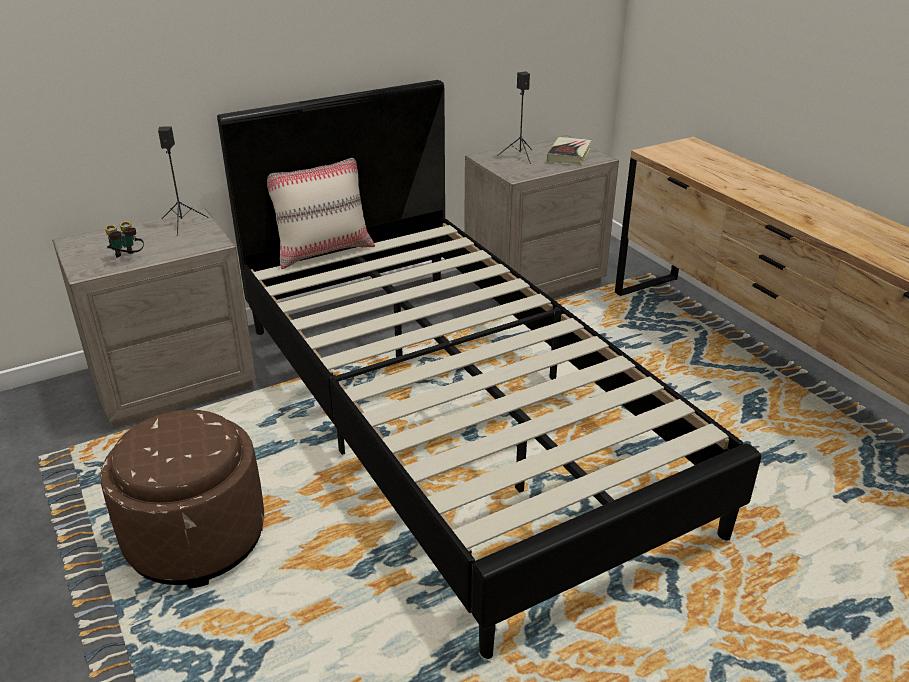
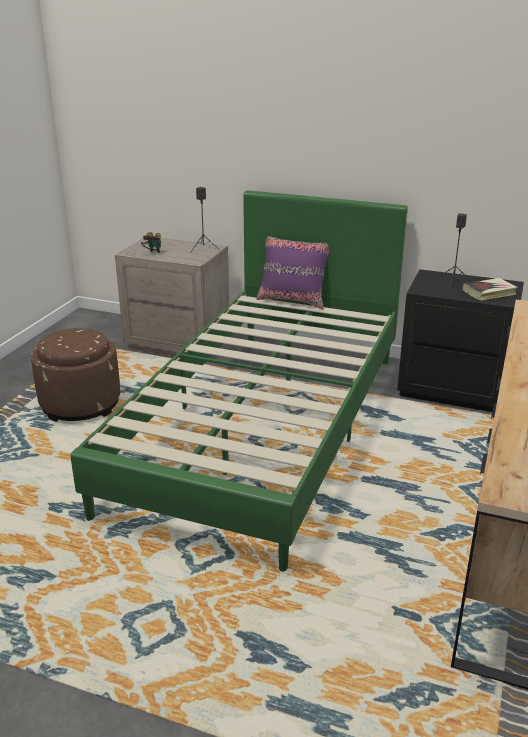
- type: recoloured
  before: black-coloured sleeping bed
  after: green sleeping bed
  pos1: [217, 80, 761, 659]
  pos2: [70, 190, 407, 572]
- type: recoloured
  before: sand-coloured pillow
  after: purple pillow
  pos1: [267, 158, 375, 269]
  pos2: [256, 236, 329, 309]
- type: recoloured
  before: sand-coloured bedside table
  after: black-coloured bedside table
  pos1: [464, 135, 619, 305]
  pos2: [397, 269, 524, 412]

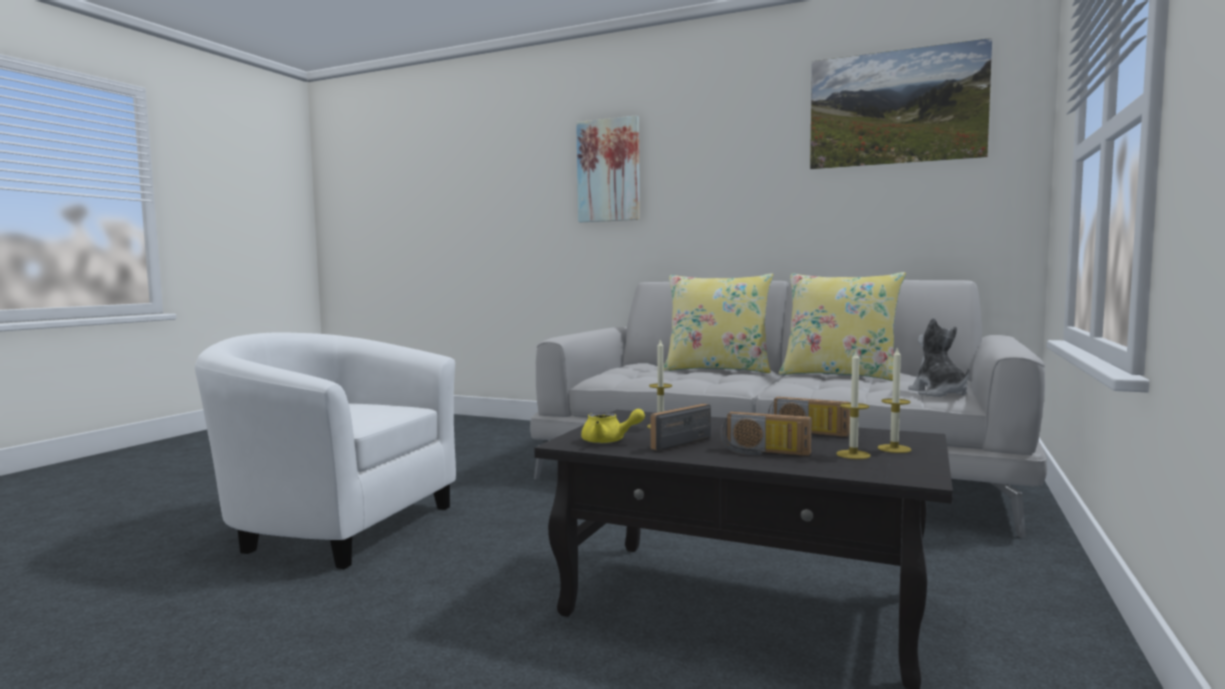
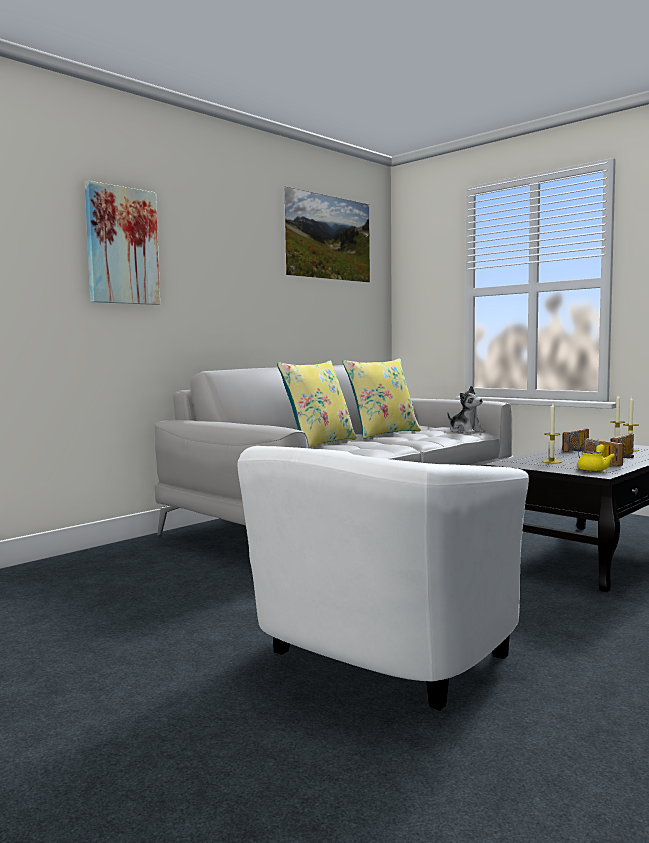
- type: turned
  before: soft toy
  pos1: [908, 318, 970, 397]
  pos2: [447, 386, 485, 434]
  turn: -135

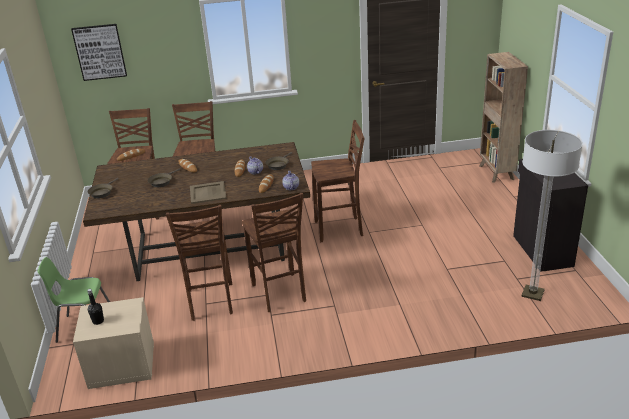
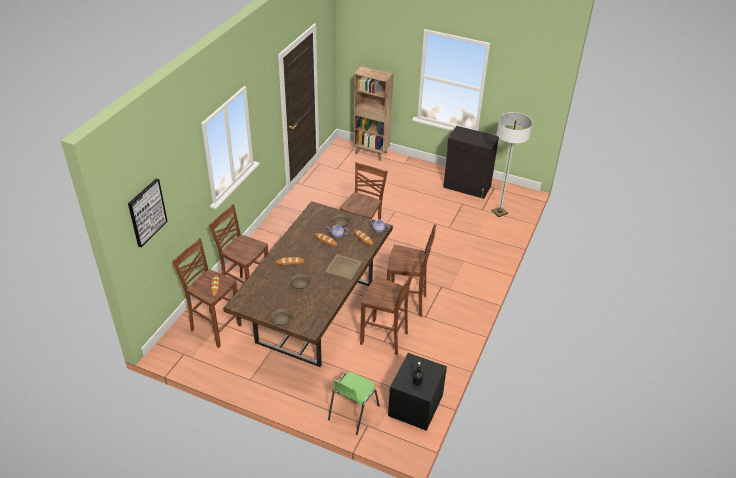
- type: recoloured
  before: sand-coloured bedside table
  after: black-coloured bedside table
  pos1: [73, 297, 154, 389]
  pos2: [388, 353, 447, 431]

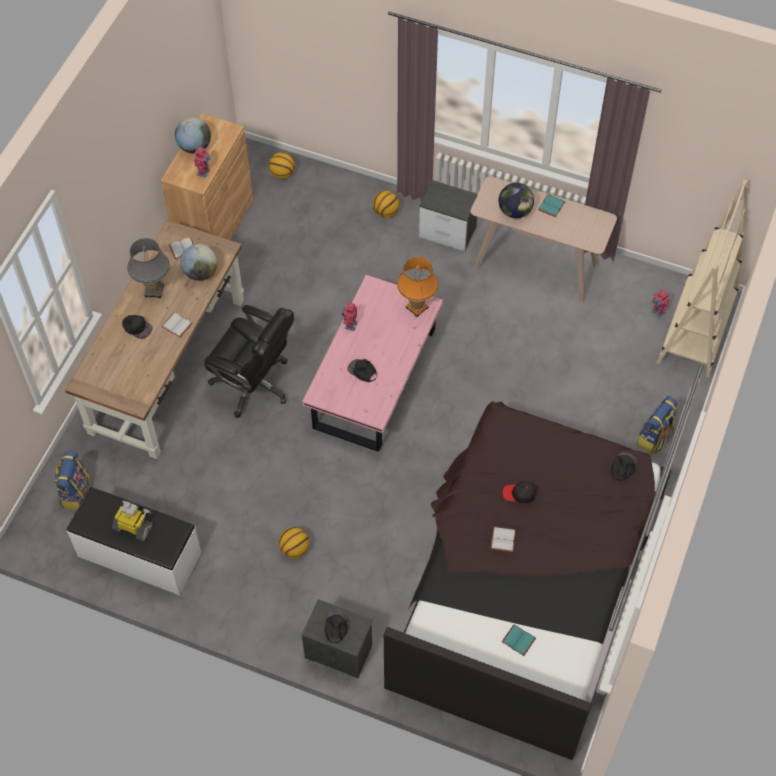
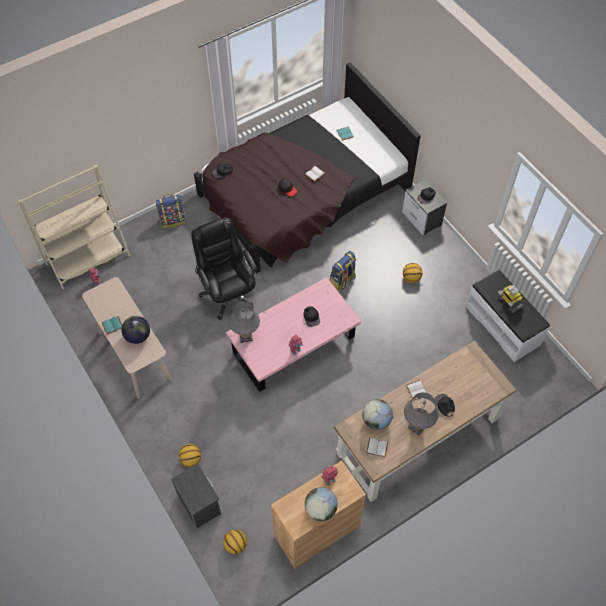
- type: moved
  before: bedside table
  pos1: [419, 180, 478, 251]
  pos2: [171, 463, 223, 528]
- type: moved
  before: black-coloured desk chair
  pos1: [204, 305, 294, 418]
  pos2: [191, 217, 257, 320]
- type: recoloured
  before: orange table lamp
  after: gray table lamp
  pos1: [397, 257, 438, 317]
  pos2: [229, 302, 260, 343]
- type: moved
  before: rucksack
  pos1: [55, 451, 91, 510]
  pos2: [330, 251, 356, 291]

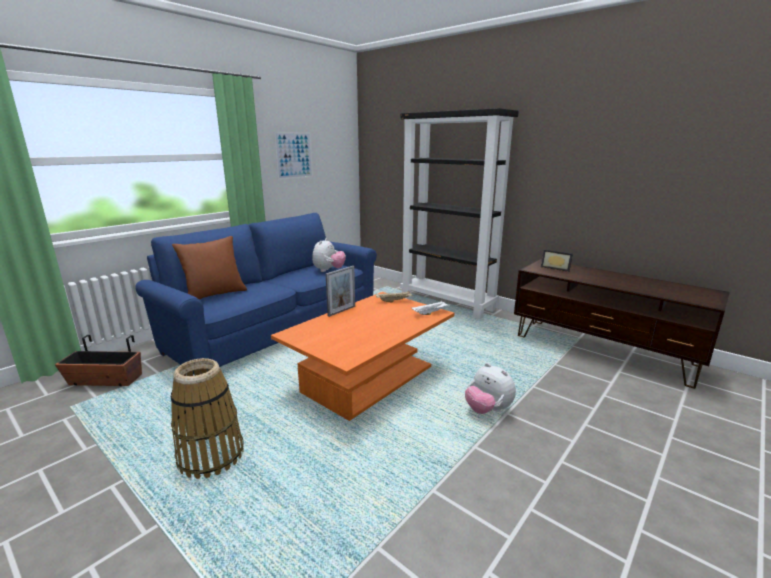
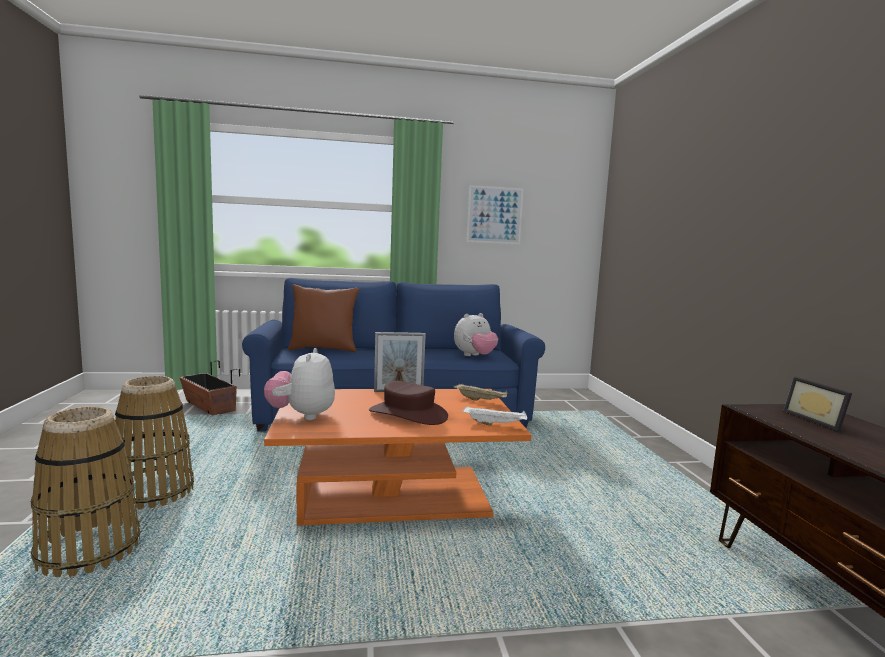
- type: added
  after: storage basket
  pos2: [31, 407, 140, 577]
- type: moved
  before: soft toy
  pos1: [465, 363, 516, 414]
  pos2: [264, 348, 335, 420]
- type: added
  after: brown clothing hat
  pos2: [369, 381, 448, 425]
- type: removed
  before: black-coloured bookshelf
  pos1: [400, 108, 519, 319]

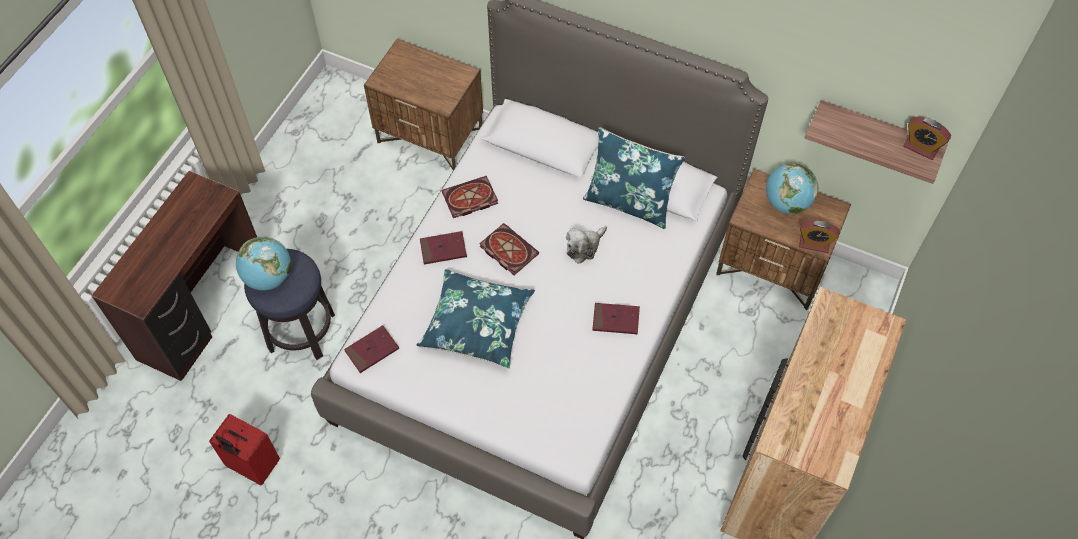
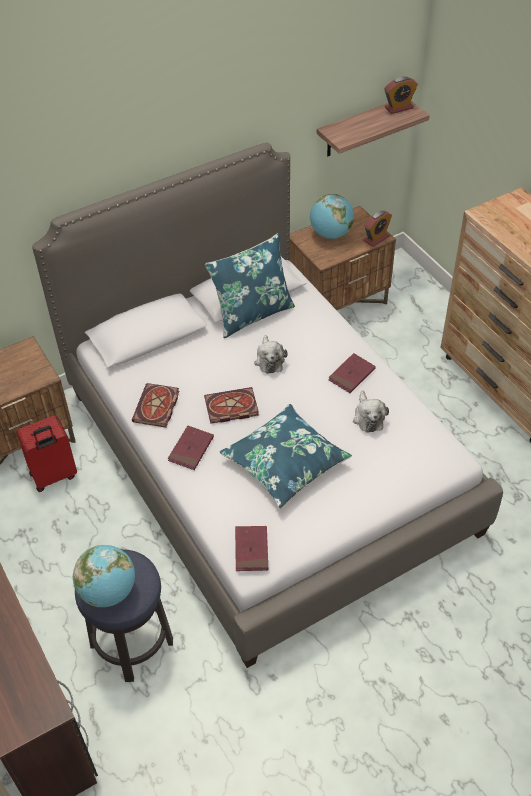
- type: moved
  before: red travel case
  pos1: [209, 414, 280, 486]
  pos2: [16, 415, 77, 492]
- type: added
  after: soft toy
  pos2: [353, 391, 389, 433]

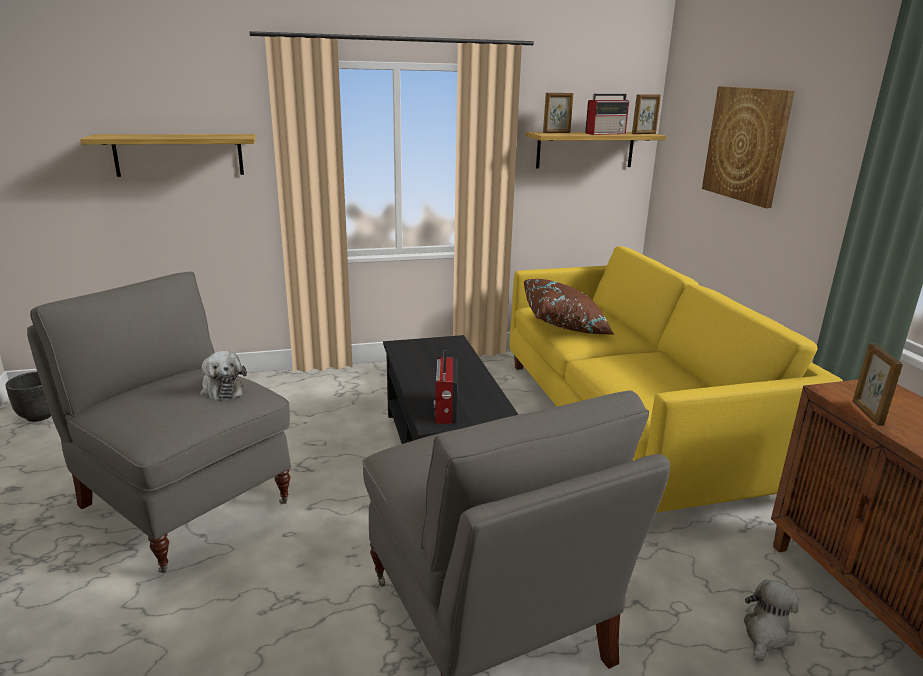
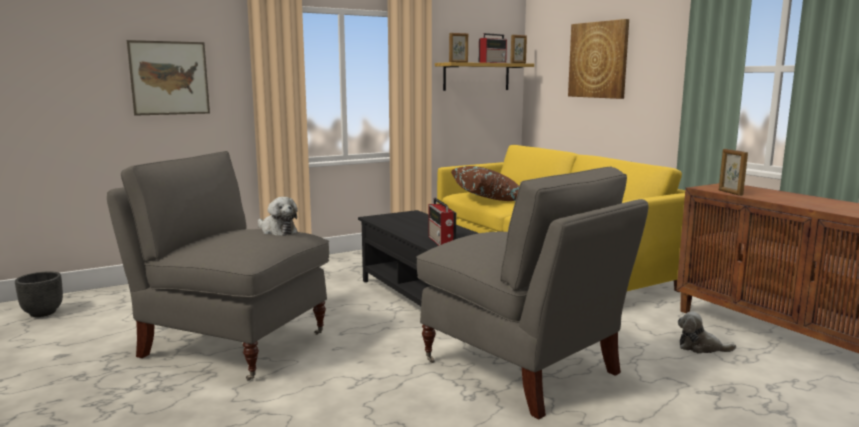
- type: replaced
  before: bracket shelf
  after: wall art
  pos1: [80, 134, 256, 177]
  pos2: [127, 40, 210, 116]
- type: turned
  before: soft toy
  pos1: [744, 579, 799, 661]
  pos2: [678, 311, 736, 353]
  turn: -90

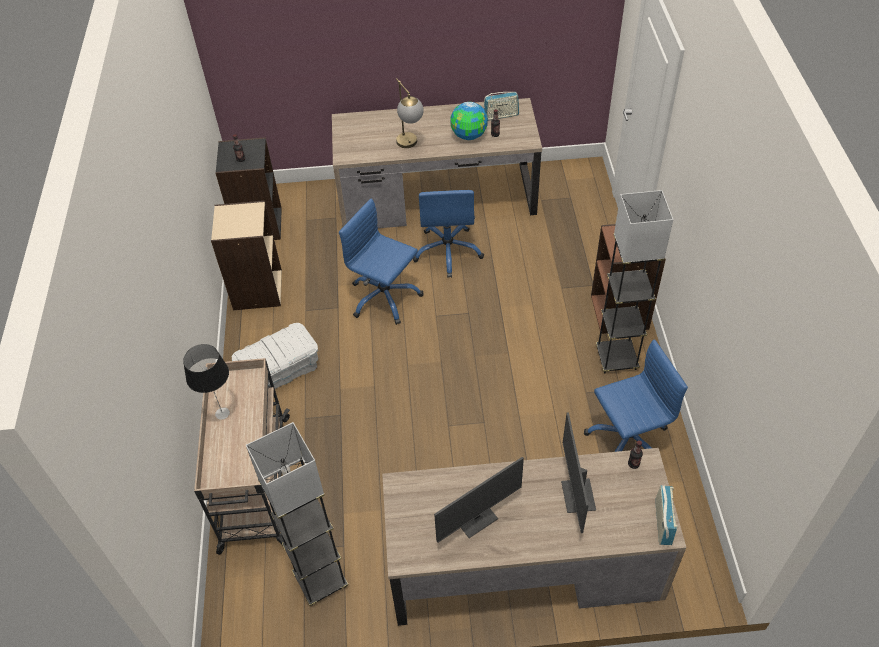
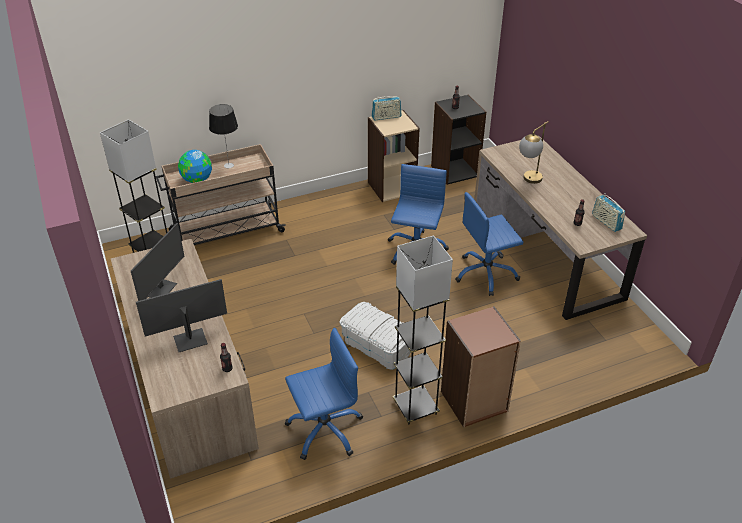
- type: turned
  before: computer display
  pos1: [434, 457, 524, 543]
  pos2: [131, 223, 184, 301]
  turn: -105
- type: moved
  before: globe
  pos1: [450, 102, 488, 140]
  pos2: [178, 150, 212, 183]
- type: turned
  before: bluish desk chair
  pos1: [584, 339, 688, 452]
  pos2: [285, 328, 363, 460]
  turn: -75
- type: moved
  before: whitish storage container
  pos1: [232, 323, 318, 389]
  pos2: [339, 302, 410, 370]
- type: moved
  before: radio set
  pos1: [655, 485, 678, 545]
  pos2: [371, 96, 401, 120]

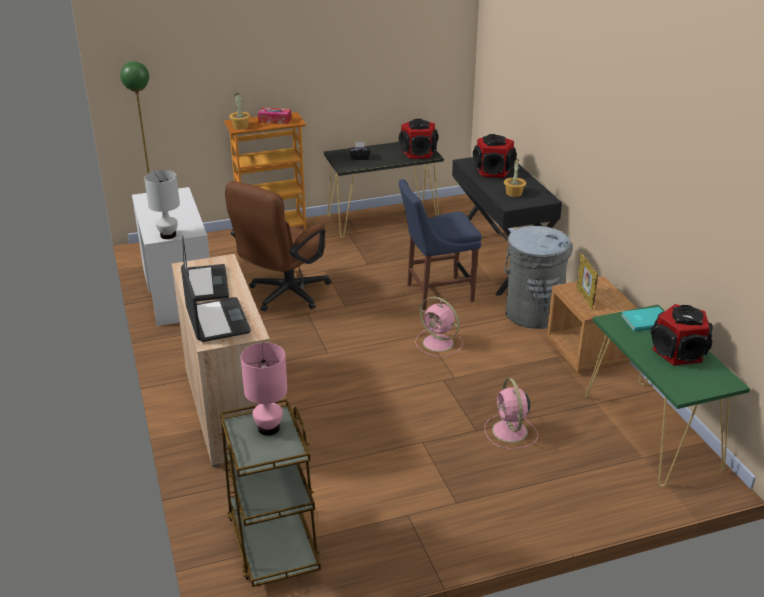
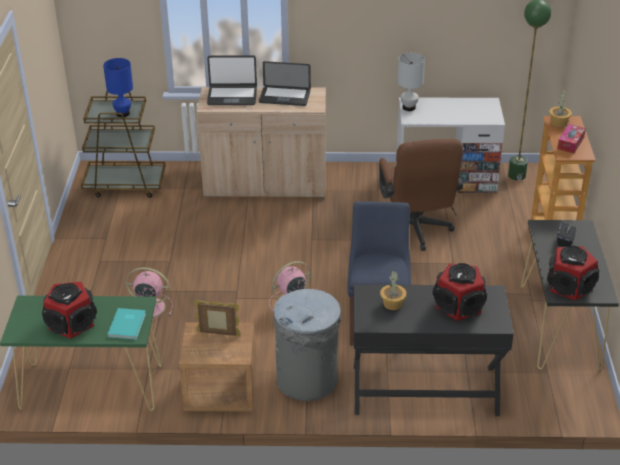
- type: recoloured
  before: pink-coloured table lamp
  after: bluish table lamp
  pos1: [241, 343, 287, 436]
  pos2: [103, 58, 133, 117]
- type: turned
  before: brown desk chair
  pos1: [225, 181, 331, 311]
  pos2: [379, 139, 463, 251]
  turn: -150

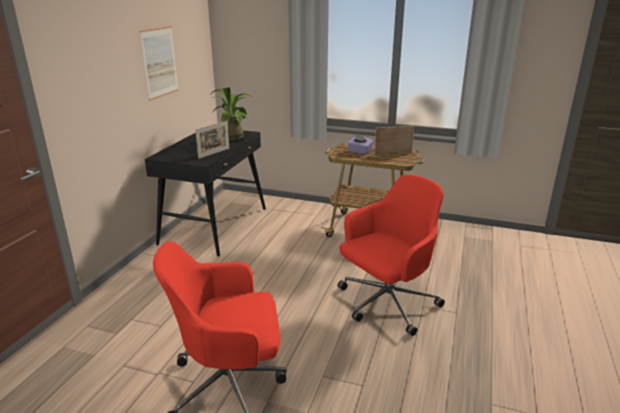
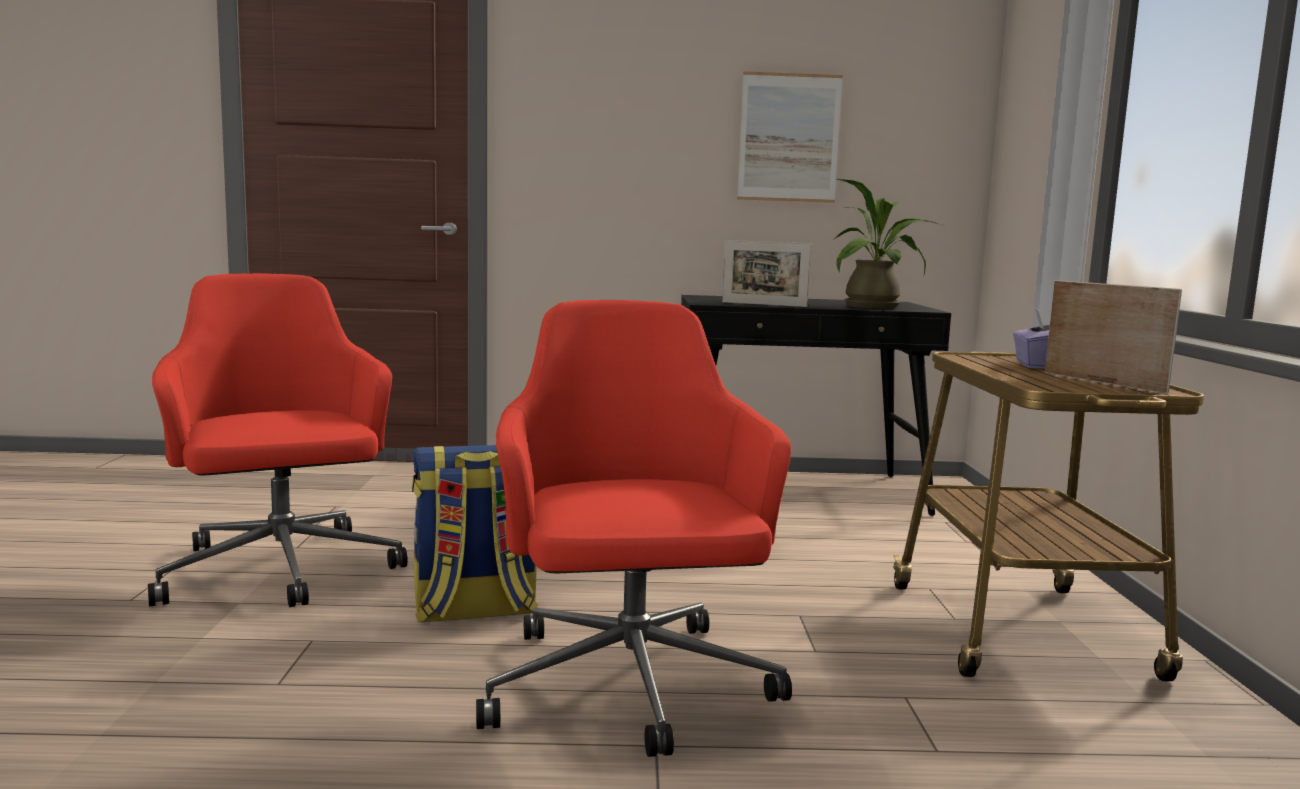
- type: added
  after: rucksack
  pos2: [412, 445, 538, 623]
- type: turned
  before: red desk chair
  pos1: [338, 174, 445, 336]
  pos2: [476, 300, 792, 757]
  turn: -135

